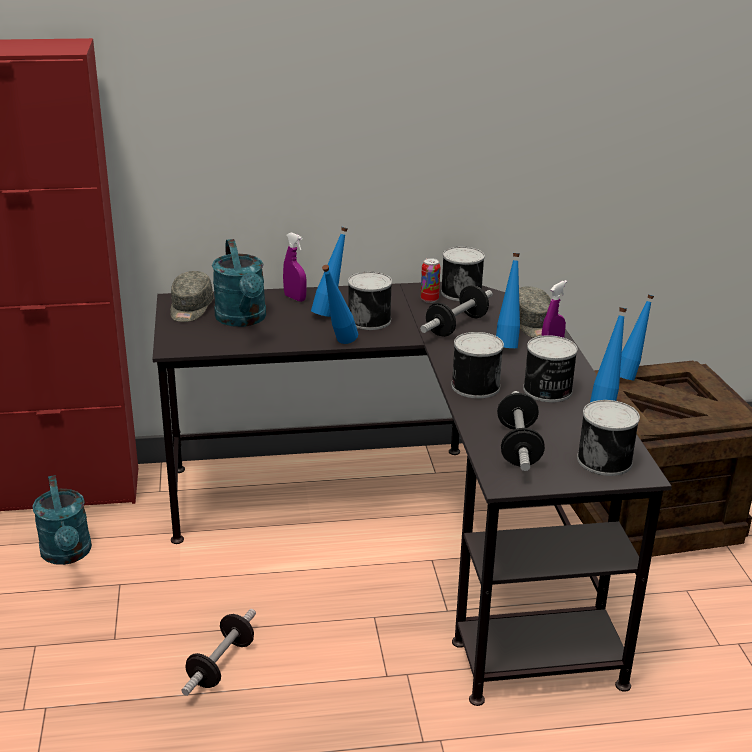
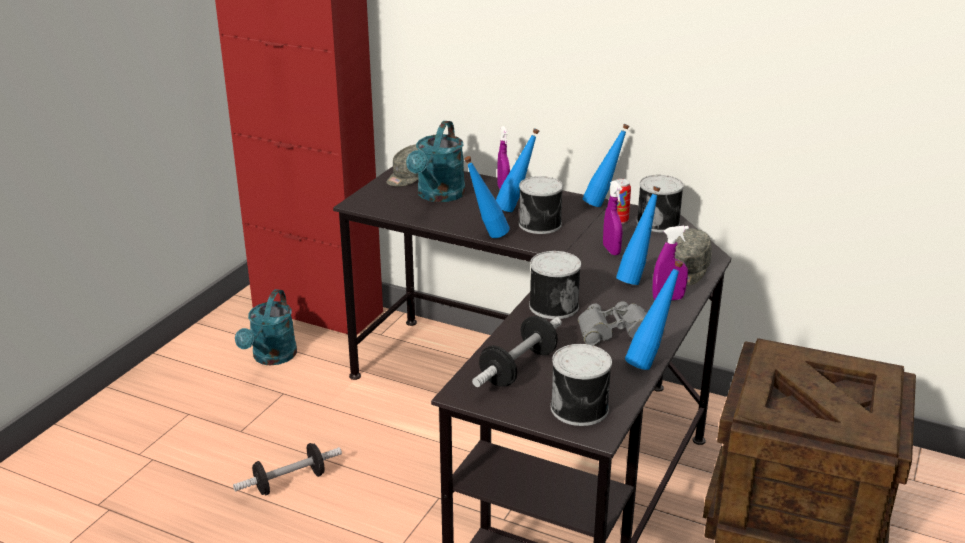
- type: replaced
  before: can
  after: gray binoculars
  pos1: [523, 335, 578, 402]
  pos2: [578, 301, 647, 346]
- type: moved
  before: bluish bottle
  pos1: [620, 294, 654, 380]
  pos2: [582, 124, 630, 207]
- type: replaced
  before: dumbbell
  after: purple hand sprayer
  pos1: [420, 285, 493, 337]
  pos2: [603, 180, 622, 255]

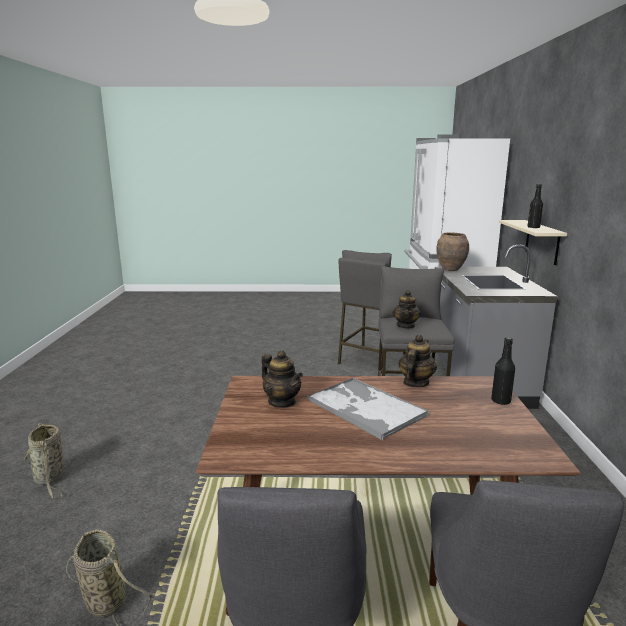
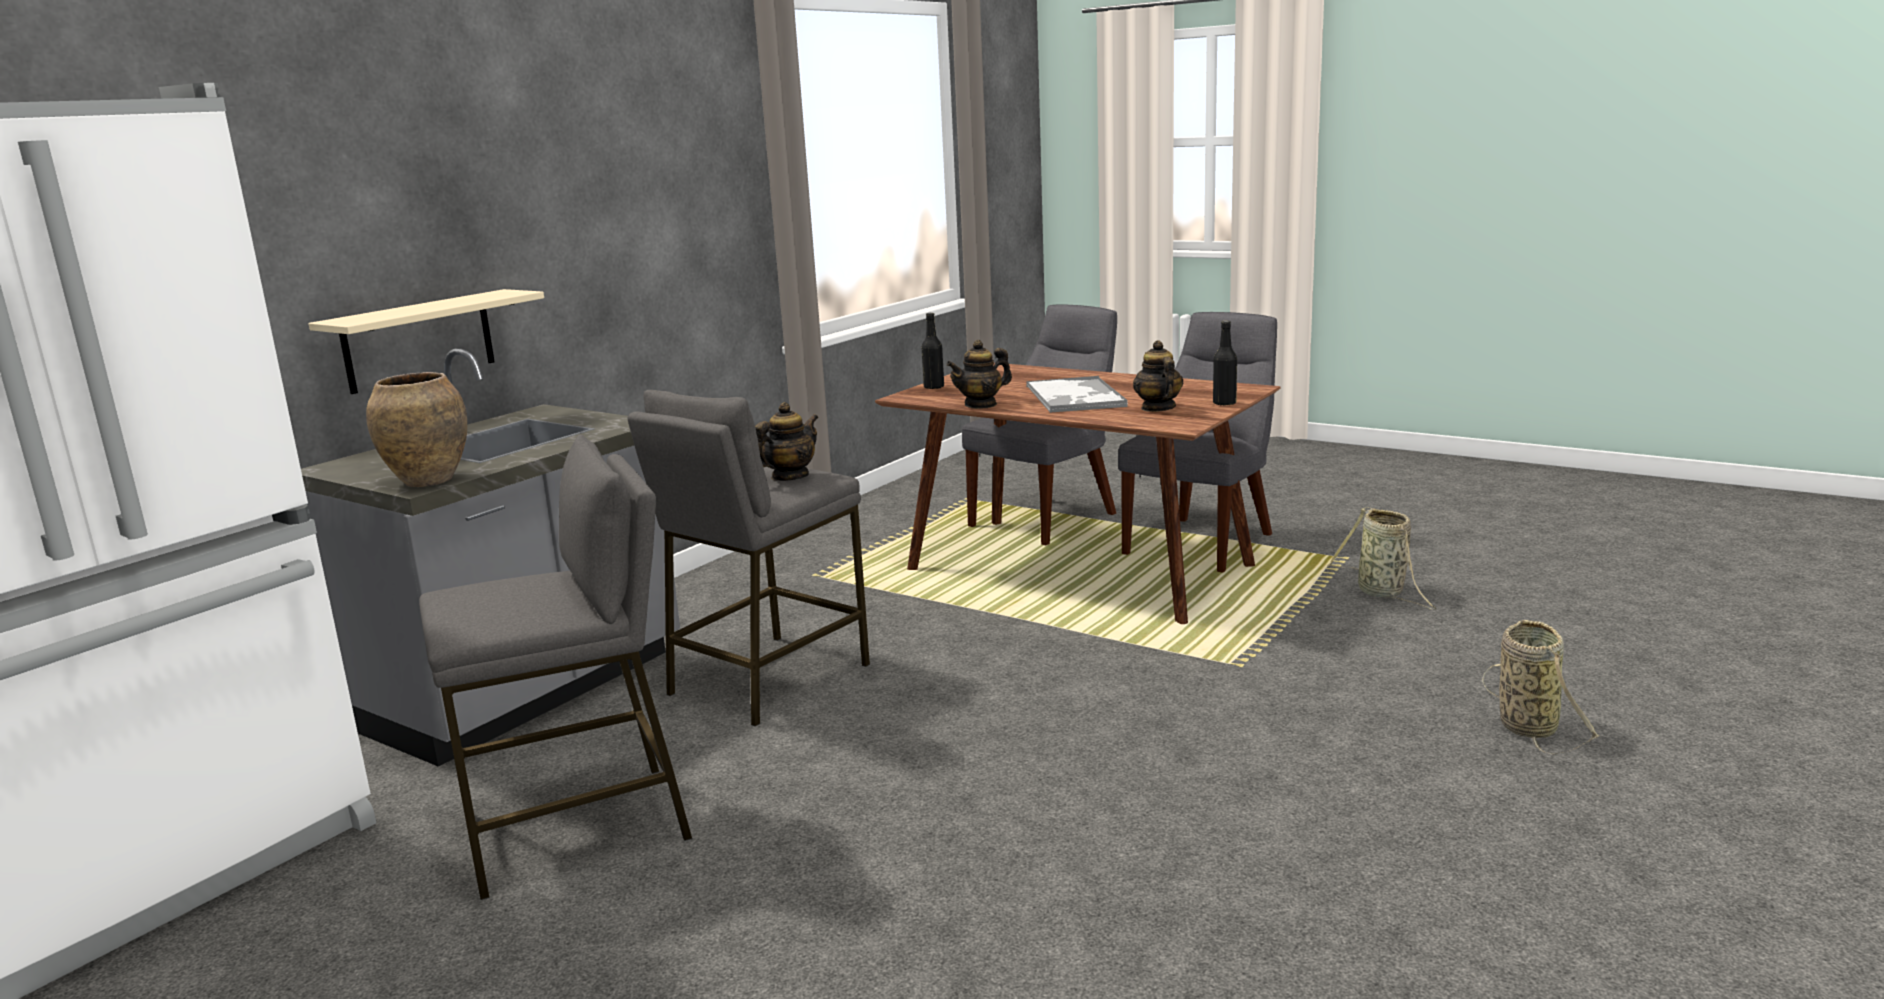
- type: moved
  before: black-coloured bottle
  pos1: [527, 184, 543, 228]
  pos2: [1213, 321, 1237, 405]

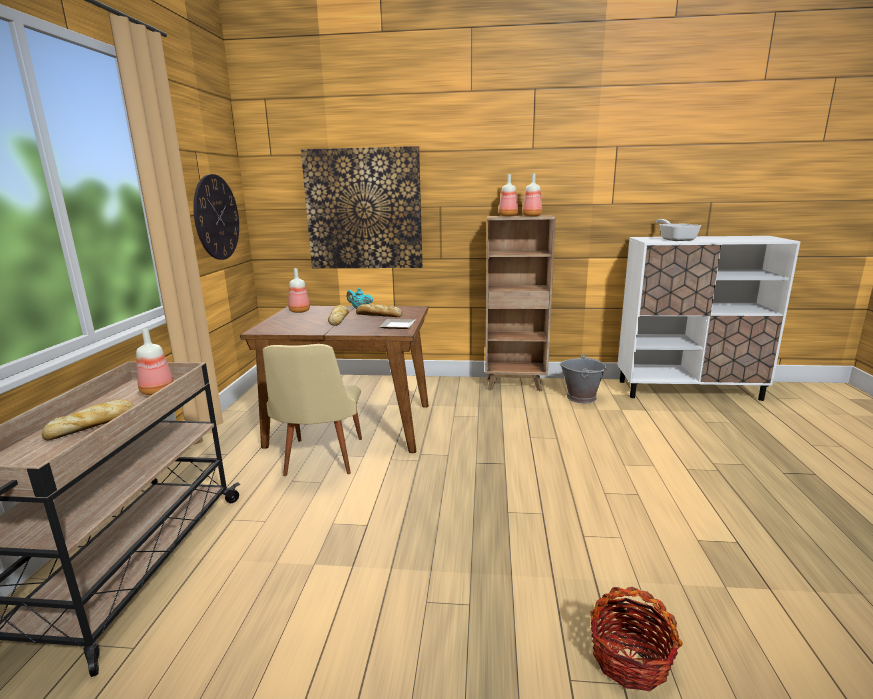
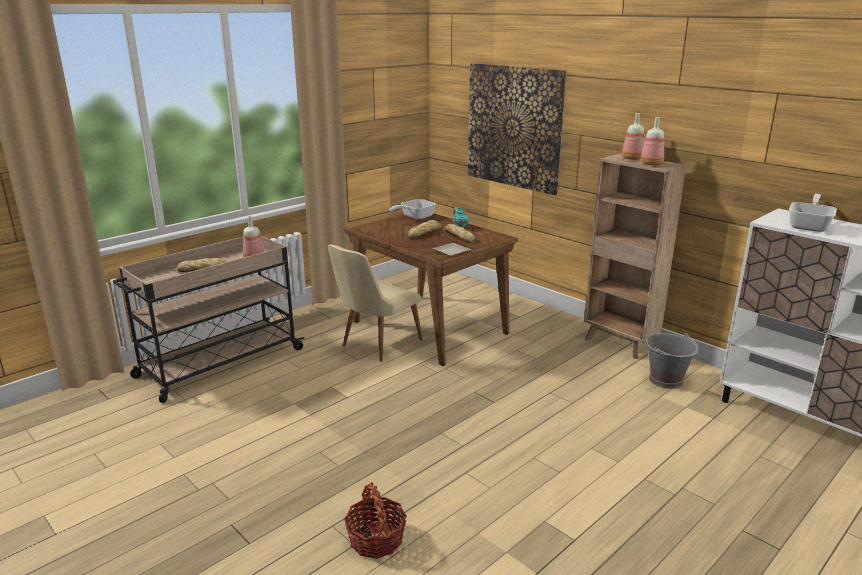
- type: replaced
  before: bottle
  after: skillet
  pos1: [288, 268, 310, 313]
  pos2: [389, 199, 436, 219]
- type: removed
  before: clock on the wall
  pos1: [193, 174, 239, 260]

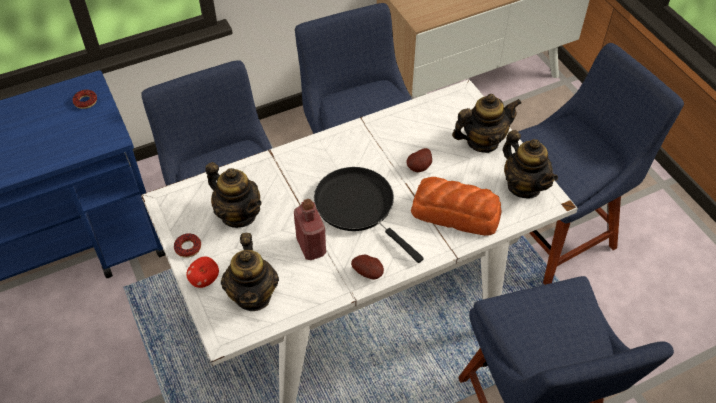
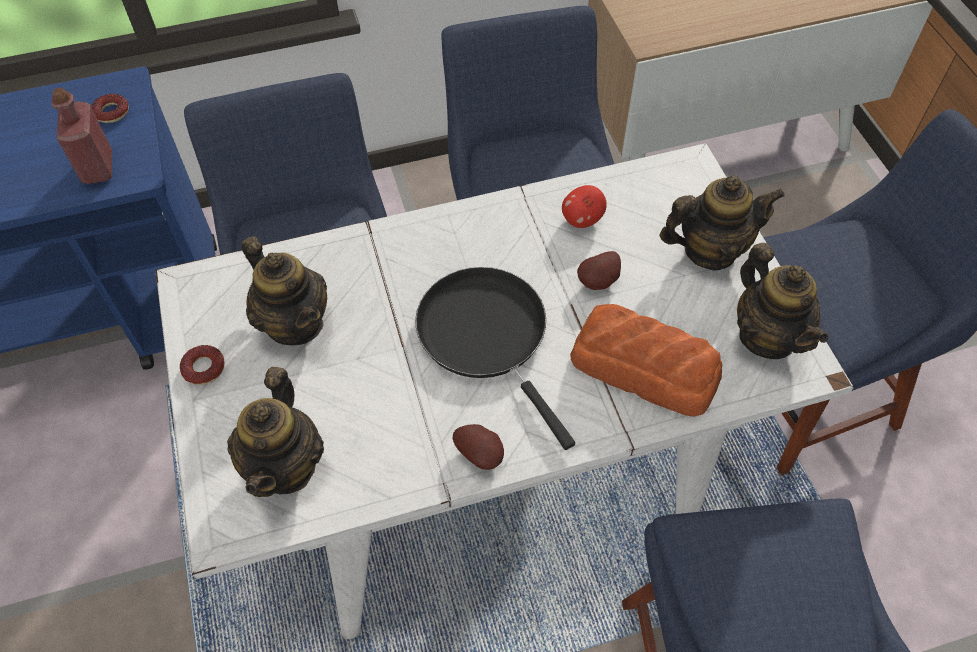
- type: moved
  before: red bottle
  pos1: [294, 199, 326, 260]
  pos2: [52, 88, 112, 184]
- type: moved
  before: apple
  pos1: [186, 257, 219, 288]
  pos2: [562, 185, 607, 228]

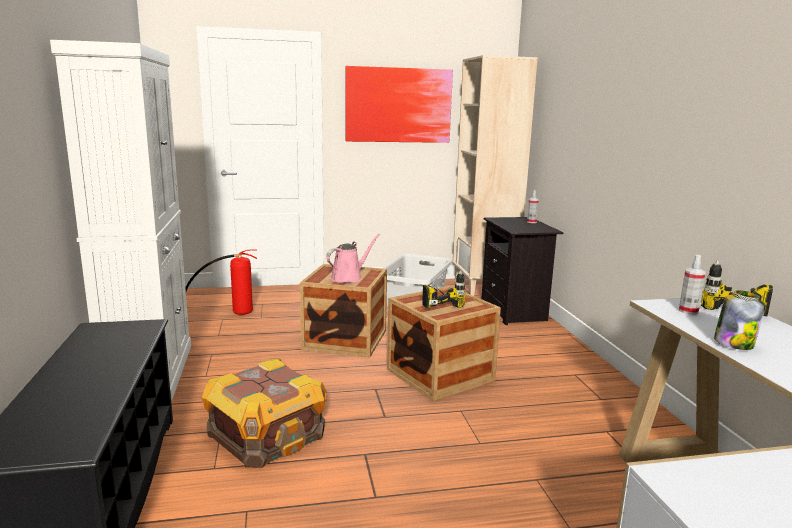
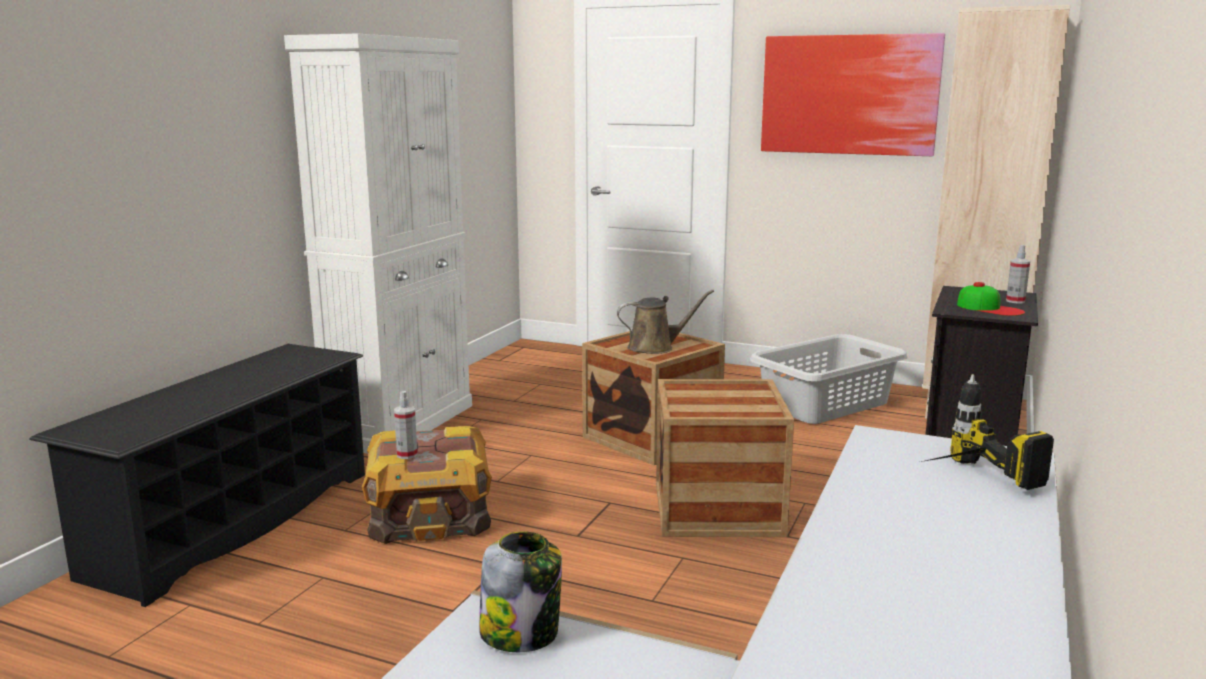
- type: moved
  before: hand sprayer
  pos1: [679, 255, 706, 314]
  pos2: [394, 391, 418, 459]
- type: moved
  before: jar
  pos1: [714, 290, 765, 350]
  pos2: [479, 531, 562, 652]
- type: recoloured
  before: pink-coloured sprinkling can
  after: brown sprinkling can
  pos1: [326, 234, 380, 283]
  pos2: [617, 290, 714, 354]
- type: added
  after: cap
  pos2: [957, 282, 1025, 316]
- type: removed
  before: fire-fighting cylinder
  pos1: [185, 249, 257, 315]
- type: removed
  before: drill
  pos1: [422, 270, 466, 308]

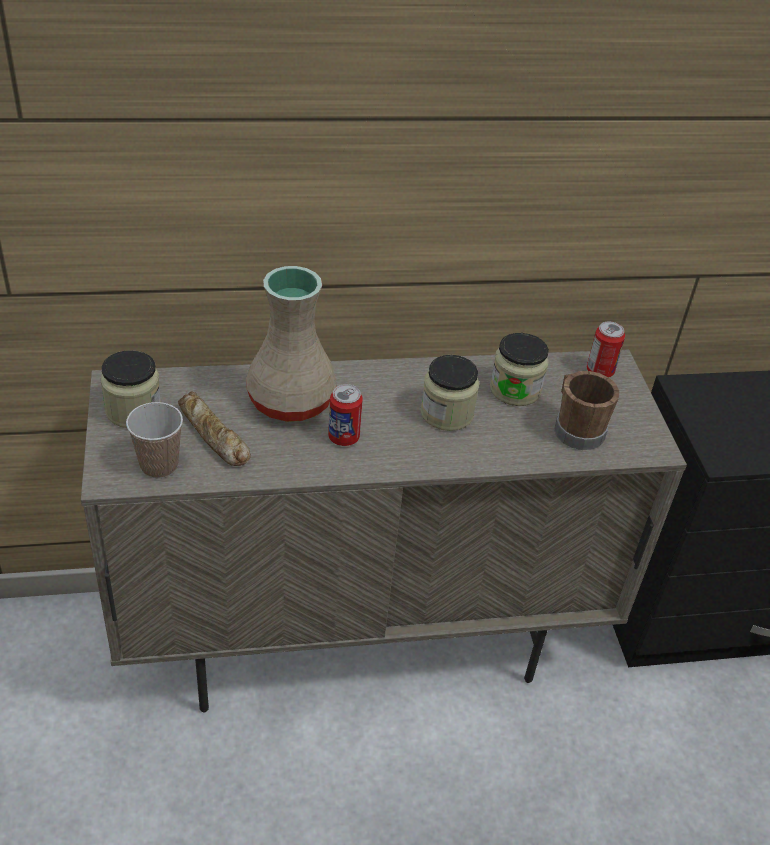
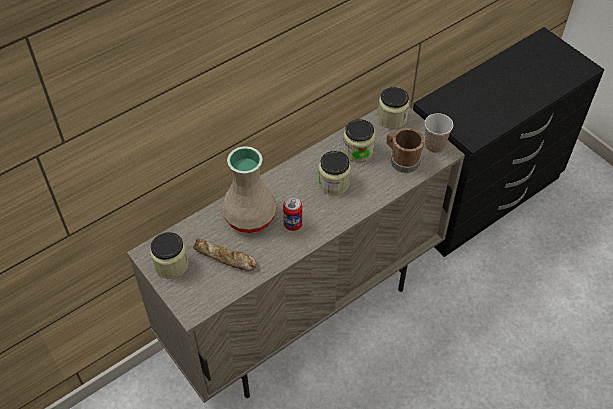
- type: replaced
  before: can
  after: jar
  pos1: [587, 322, 625, 378]
  pos2: [378, 87, 409, 129]
- type: moved
  before: cup
  pos1: [126, 402, 183, 478]
  pos2: [424, 113, 454, 153]

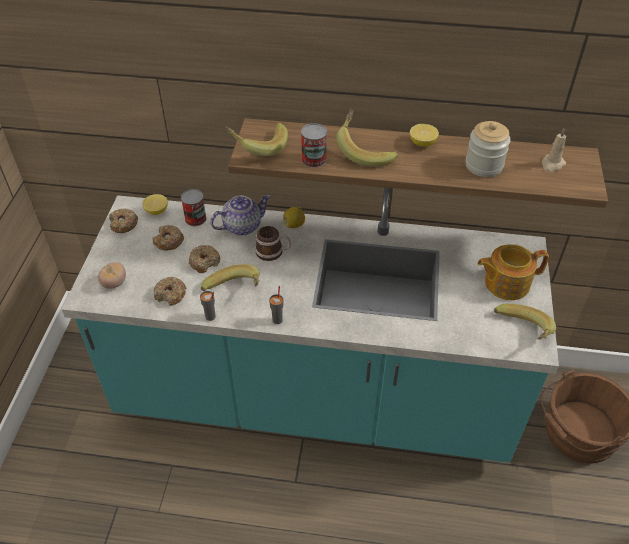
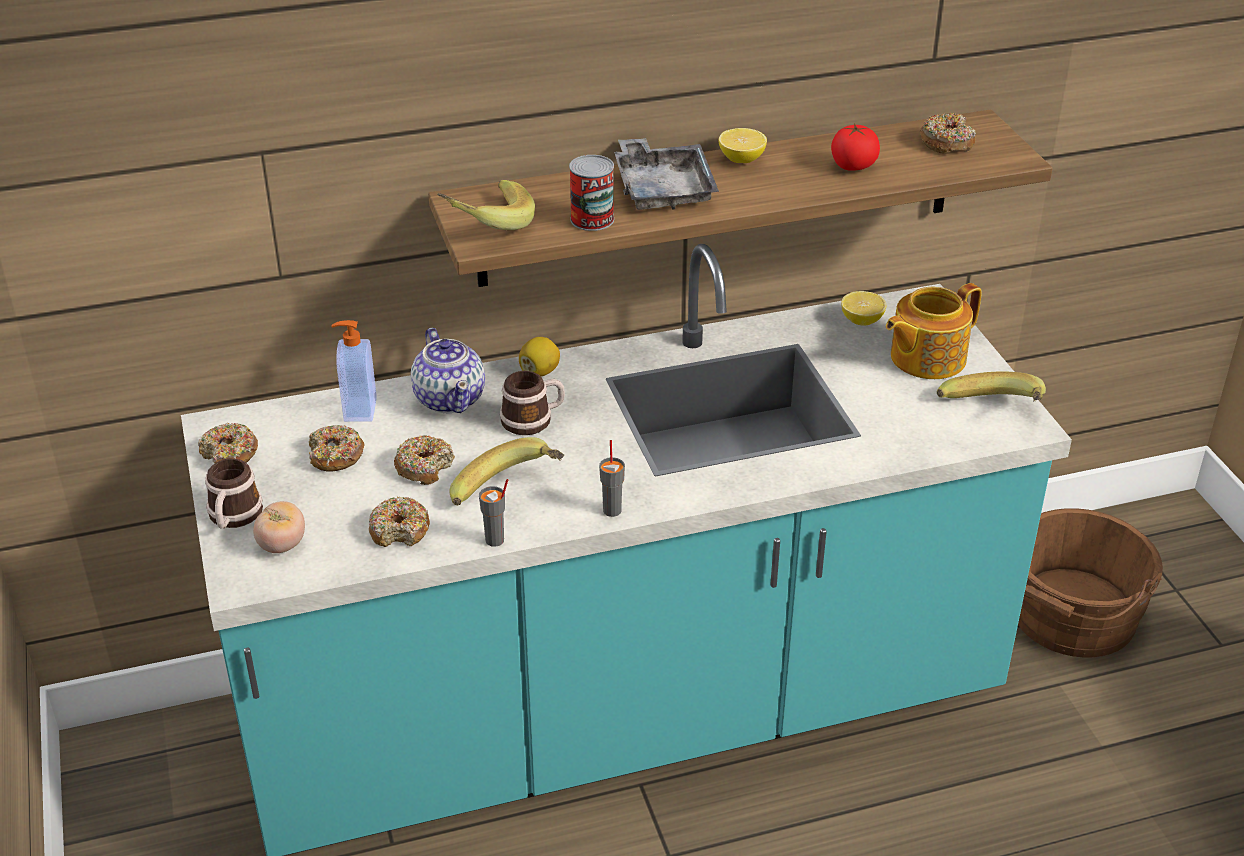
- type: added
  after: tea mug
  pos2: [205, 458, 263, 528]
- type: replaced
  before: can
  after: soap dispenser
  pos1: [181, 189, 207, 226]
  pos2: [331, 320, 377, 422]
- type: turned
  before: teapot
  pos1: [210, 194, 271, 235]
  pos2: [411, 328, 485, 414]
  turn: 120
- type: replaced
  before: banana
  after: gray serving tray
  pos1: [336, 109, 398, 167]
  pos2: [614, 138, 719, 210]
- type: replaced
  before: jar
  after: fresh tomato
  pos1: [465, 121, 510, 177]
  pos2: [831, 123, 880, 171]
- type: moved
  before: citrus fruit
  pos1: [142, 194, 168, 215]
  pos2: [841, 291, 886, 326]
- type: replaced
  before: sand-coloured candle
  after: ring doughnut
  pos1: [541, 129, 566, 172]
  pos2: [919, 113, 976, 154]

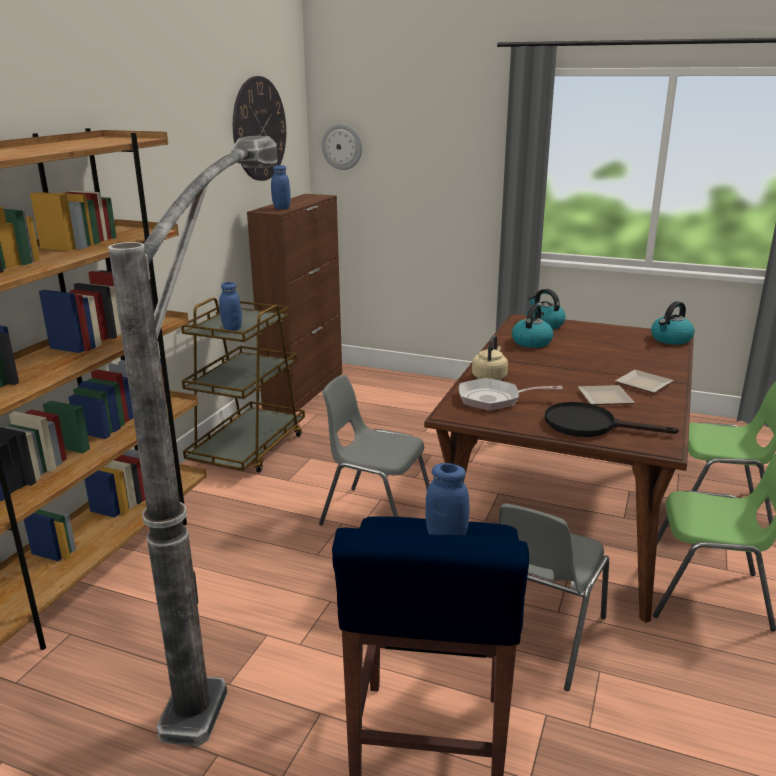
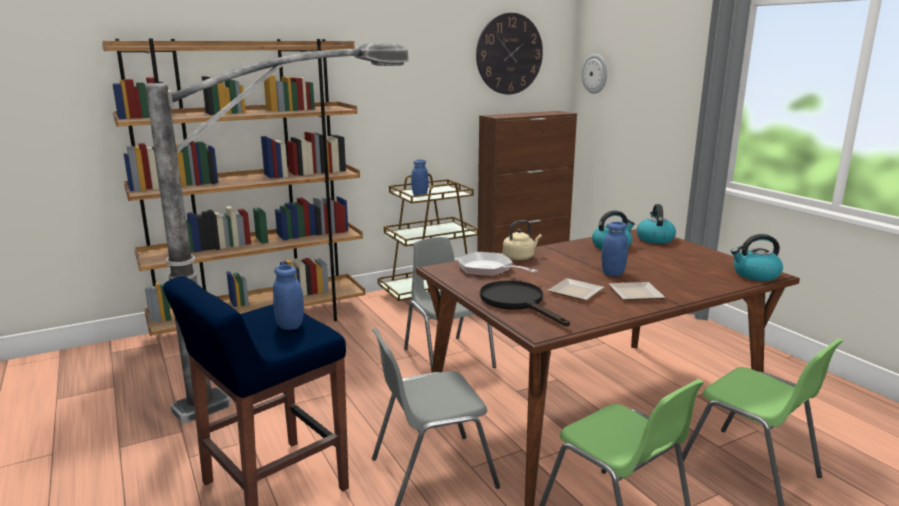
- type: moved
  before: bluish jar
  pos1: [271, 165, 291, 210]
  pos2: [601, 221, 628, 276]

